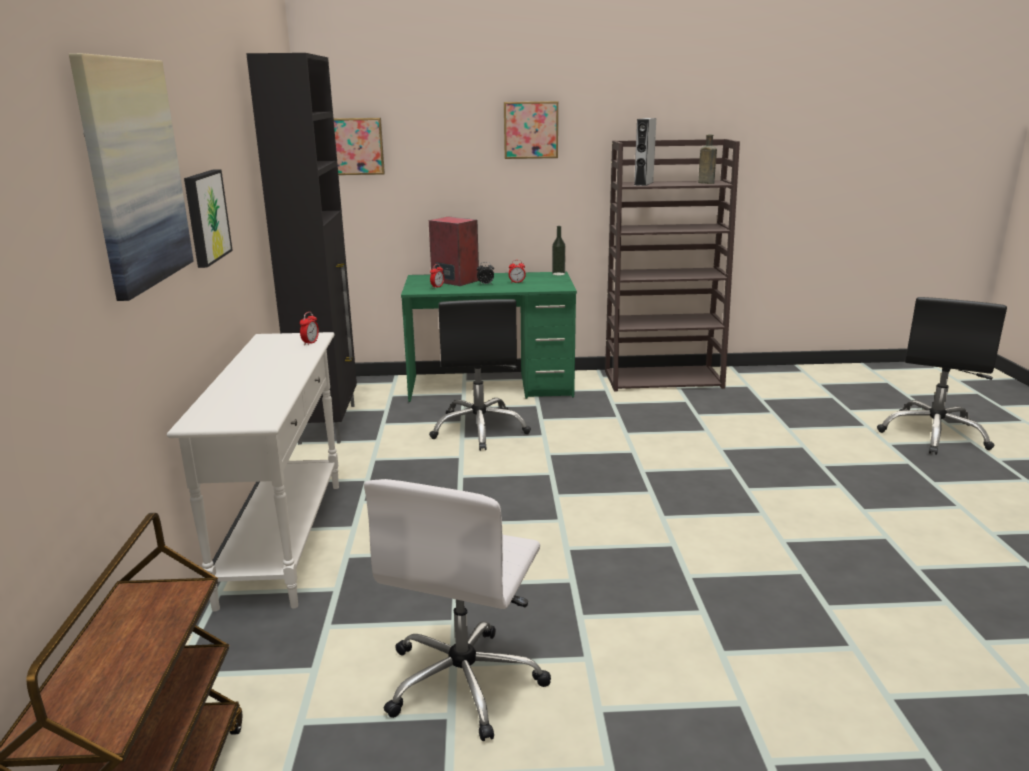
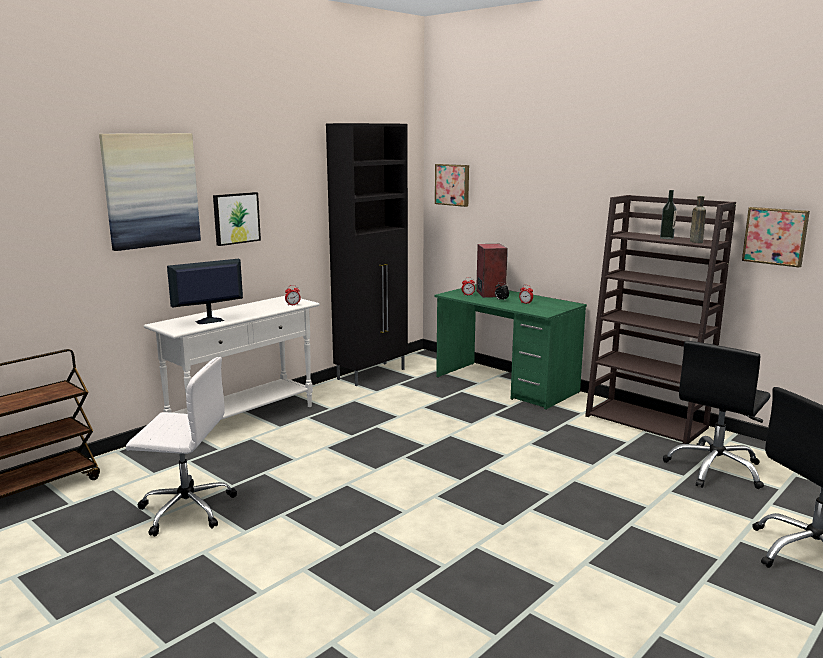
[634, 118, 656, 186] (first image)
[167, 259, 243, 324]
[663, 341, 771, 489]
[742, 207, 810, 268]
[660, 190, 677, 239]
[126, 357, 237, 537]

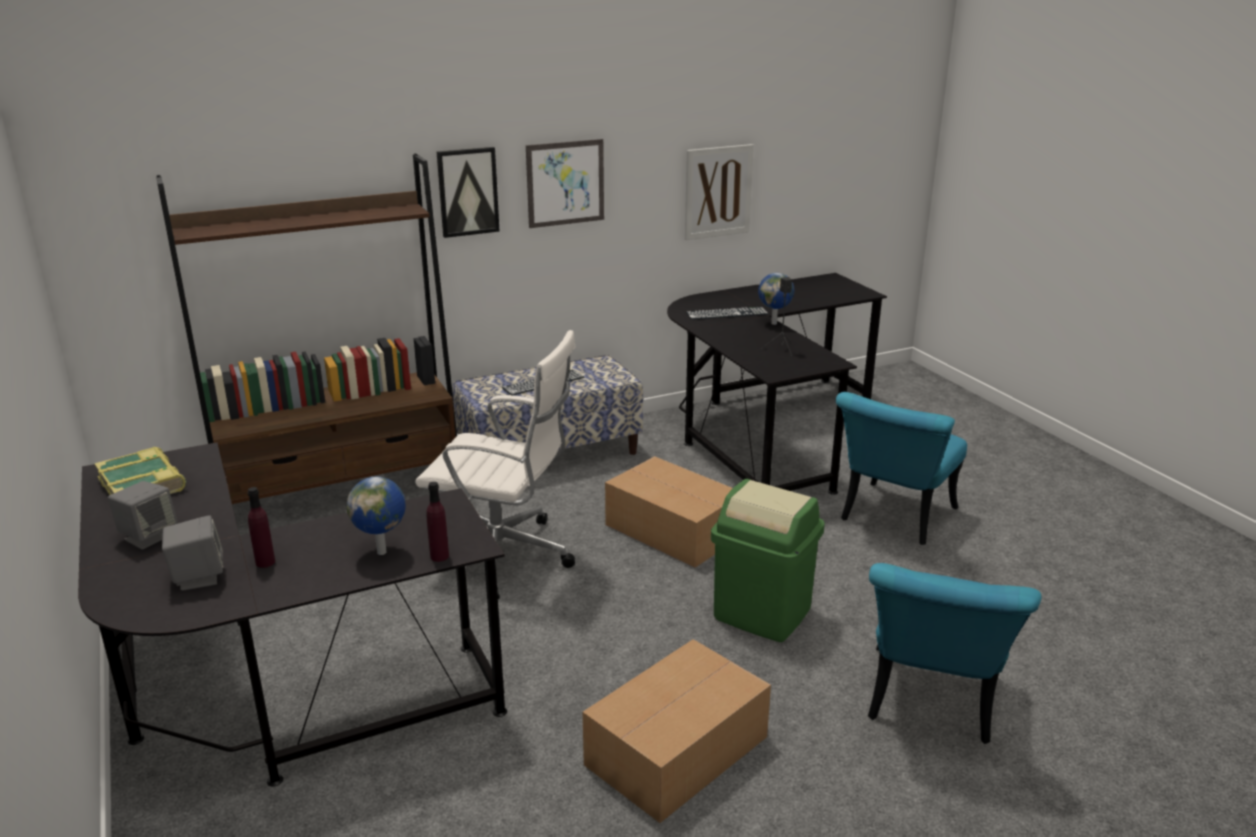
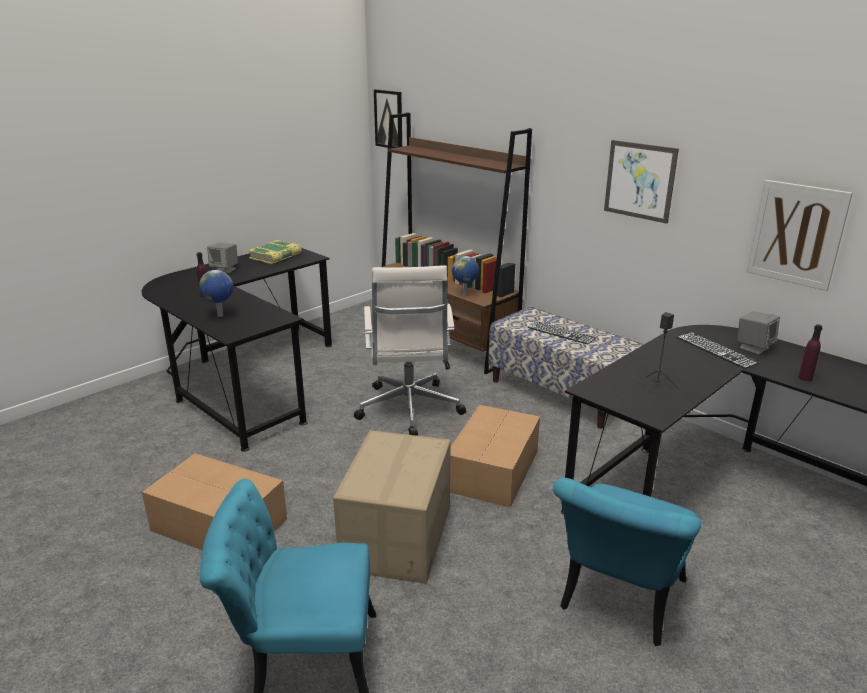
[737, 311, 780, 355]
[799, 324, 822, 381]
[374, 89, 402, 148]
[452, 256, 479, 295]
[333, 430, 451, 584]
[553, 478, 702, 646]

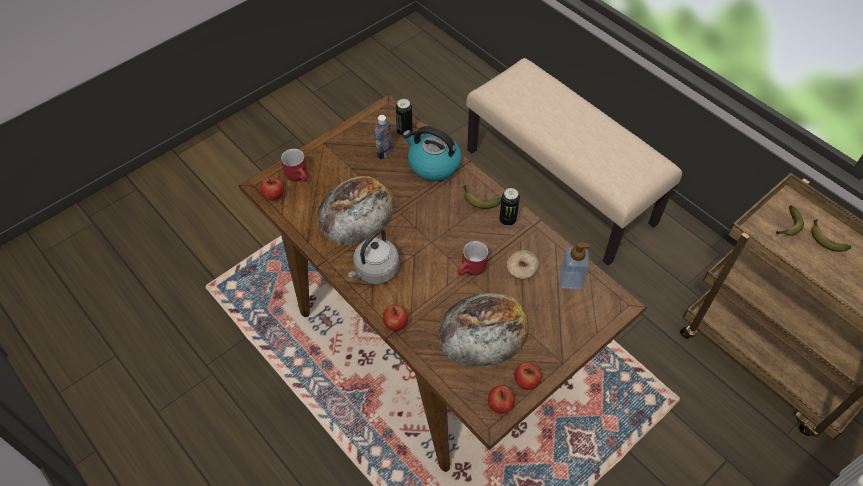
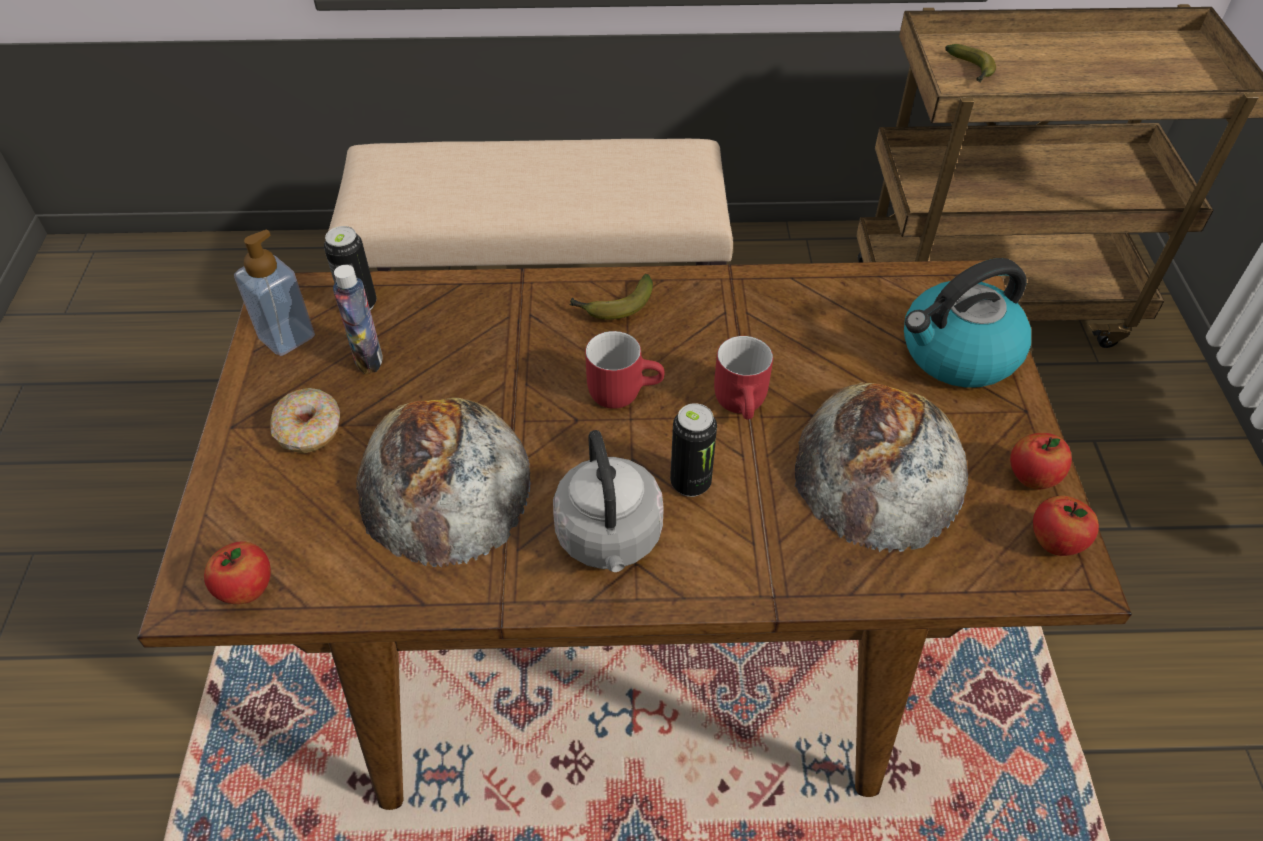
[383, 305, 408, 331] (first image)
[811, 219, 851, 252] (first image)
[585, 331, 665, 409]
[904, 258, 1031, 388]
[670, 403, 717, 497]
[270, 388, 340, 454]
[234, 230, 315, 356]

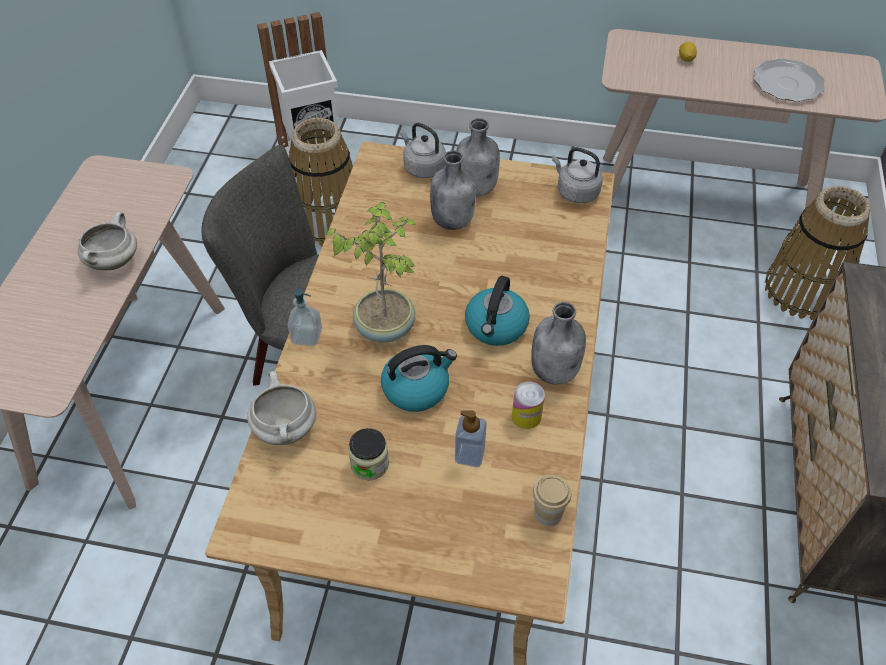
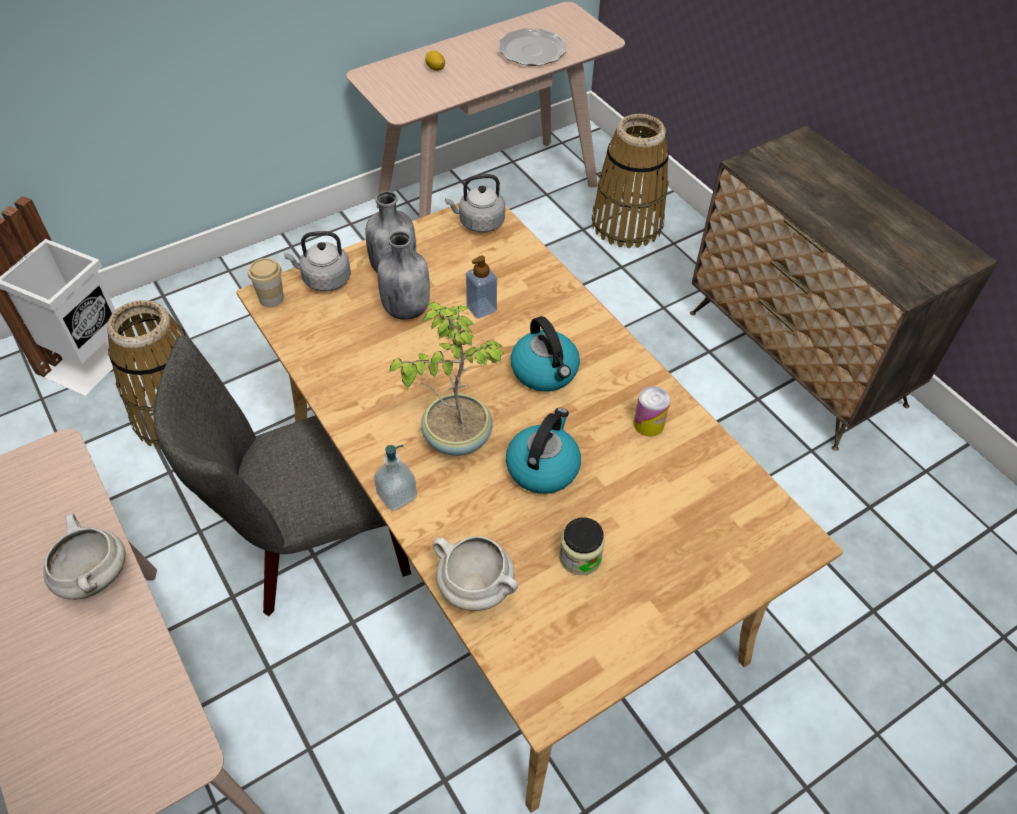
[531, 302, 586, 385] (first image)
[466, 256, 497, 319]
[248, 258, 284, 307]

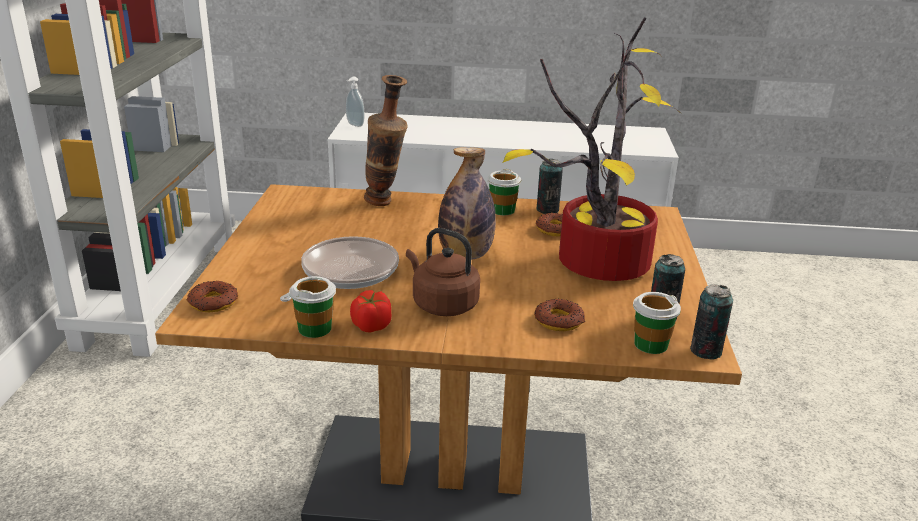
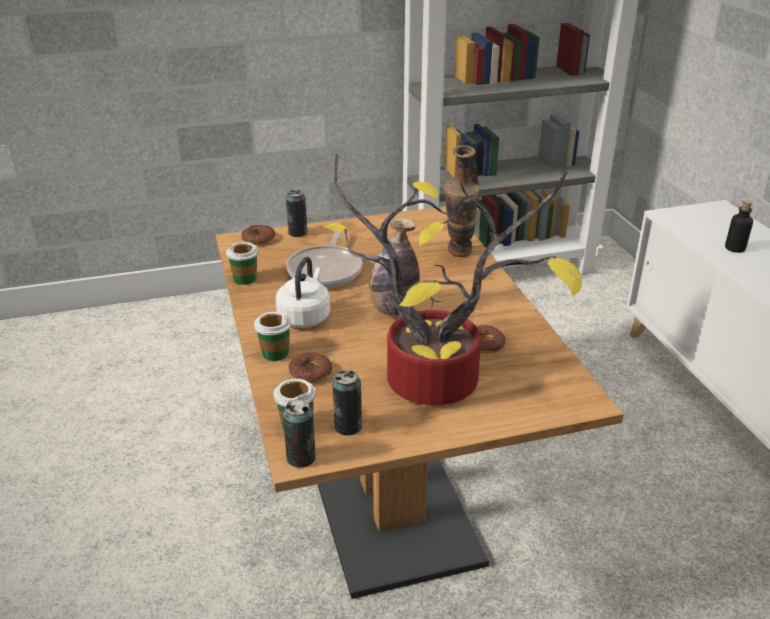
[346, 77, 365, 127] (first image)
[350, 290, 391, 332] (first image)
[725, 200, 753, 253]
[254, 312, 291, 361]
[286, 190, 308, 237]
[275, 257, 330, 328]
[286, 231, 363, 288]

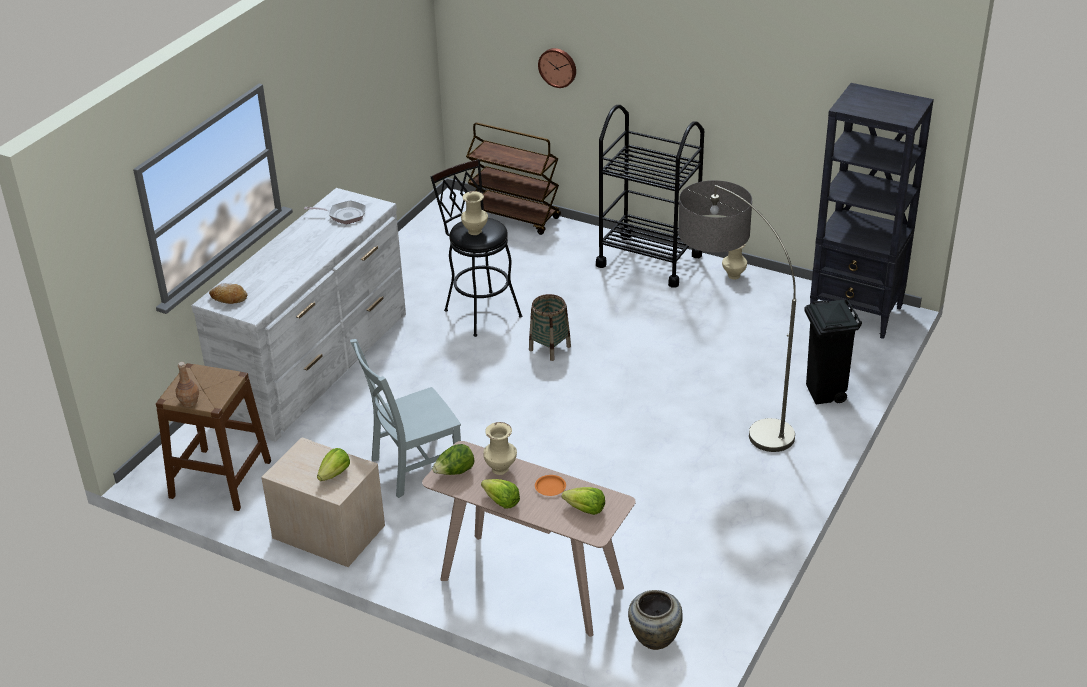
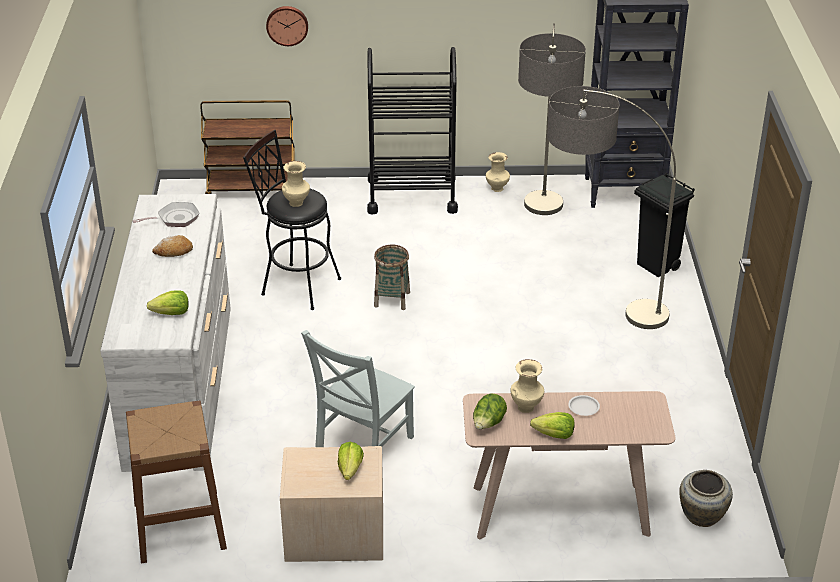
[175, 362, 199, 407] (first image)
[518, 23, 586, 215]
[152, 235, 193, 257]
[147, 290, 189, 315]
[568, 395, 600, 416]

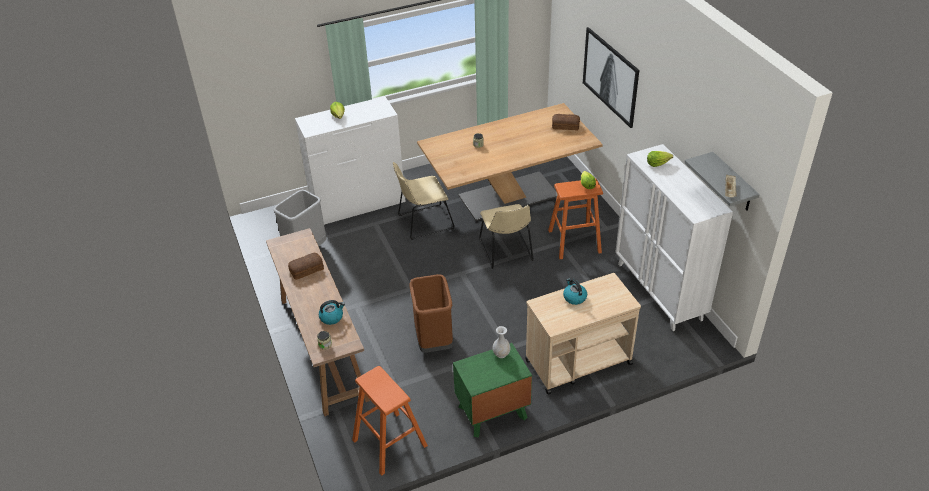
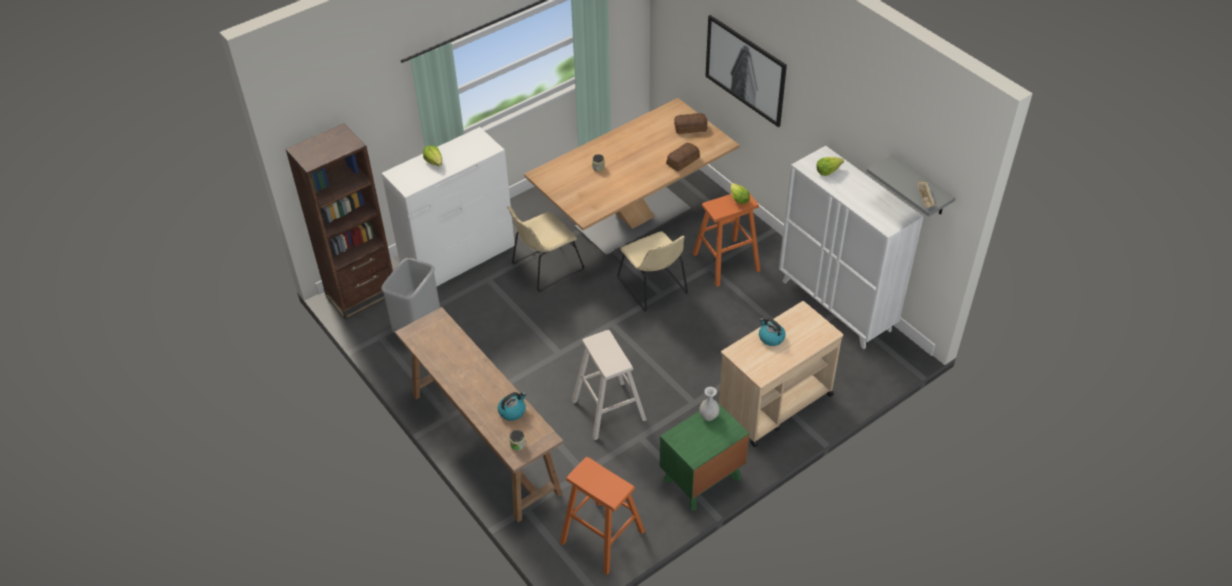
[286, 123, 393, 320]
[666, 143, 700, 172]
[572, 330, 647, 440]

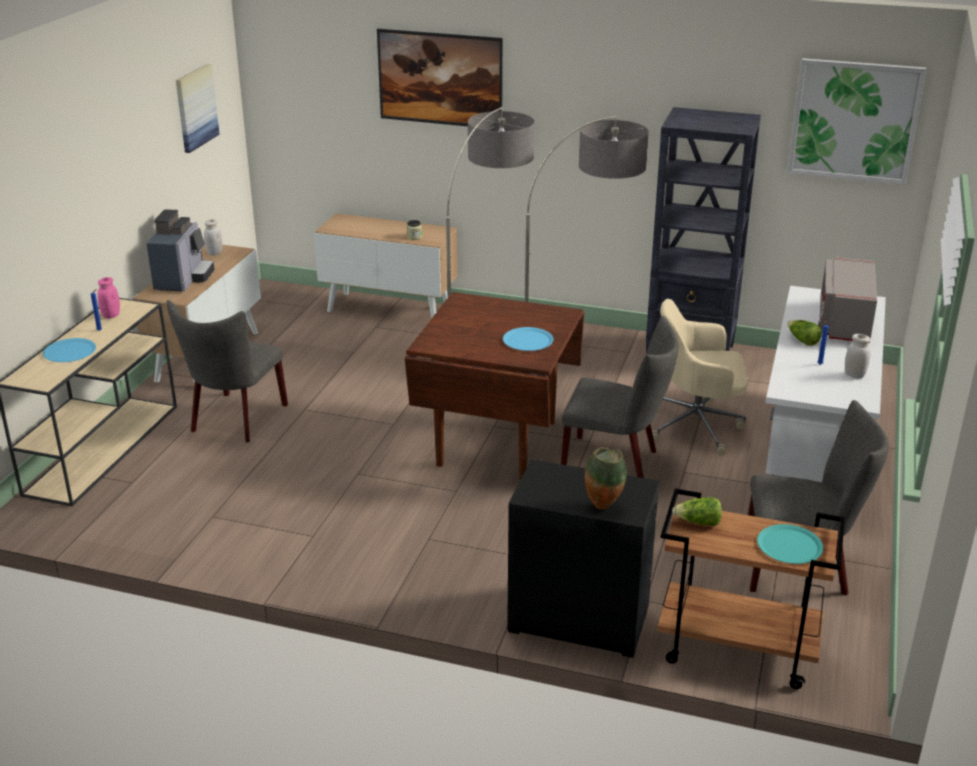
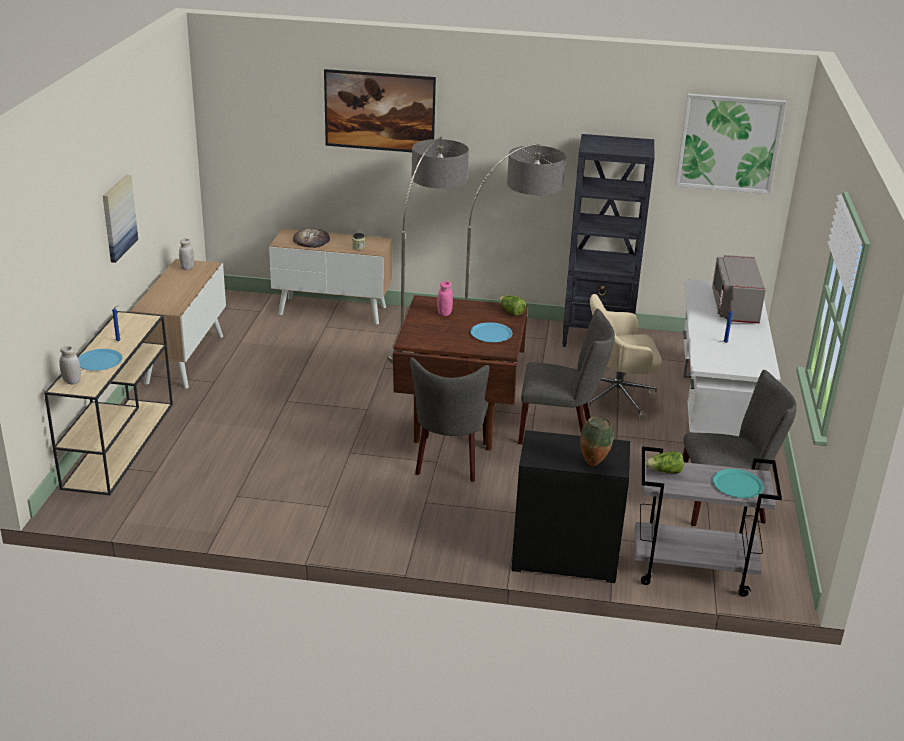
[147, 209, 215, 291] (first image)
[293, 228, 330, 248]
[437, 281, 453, 316]
[410, 357, 490, 482]
[103, 175, 138, 263]
[499, 295, 526, 316]
[59, 346, 81, 384]
[635, 446, 782, 597]

